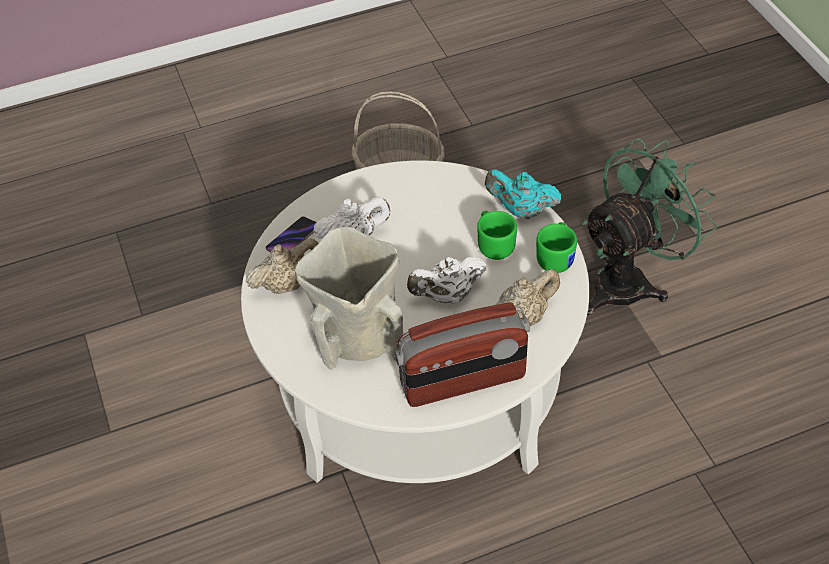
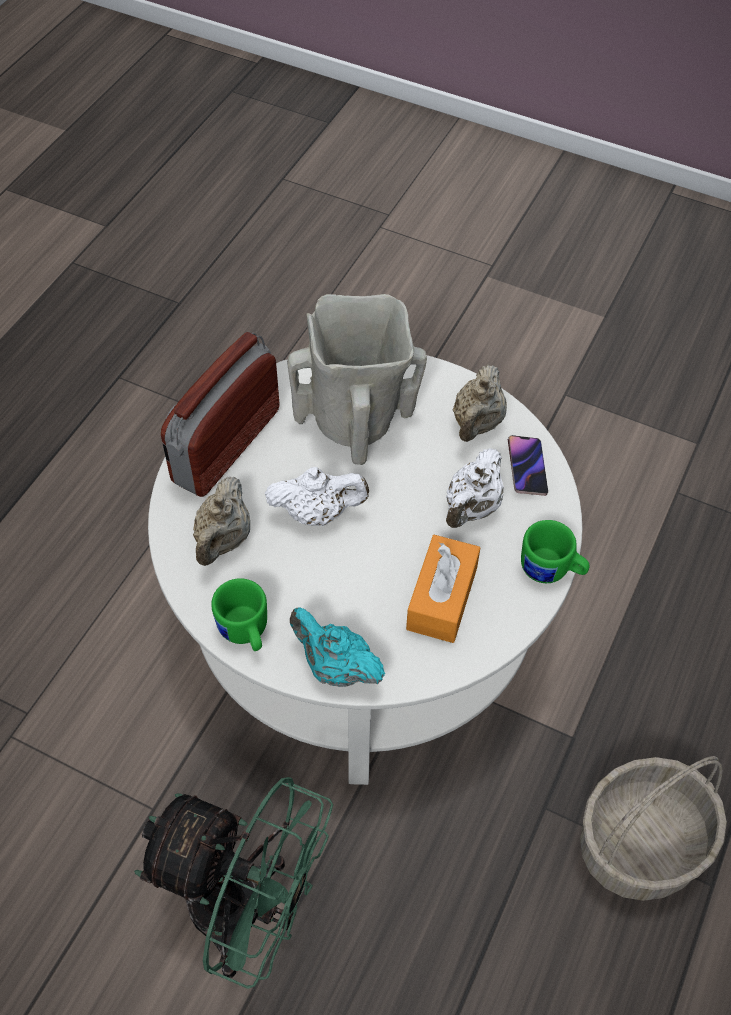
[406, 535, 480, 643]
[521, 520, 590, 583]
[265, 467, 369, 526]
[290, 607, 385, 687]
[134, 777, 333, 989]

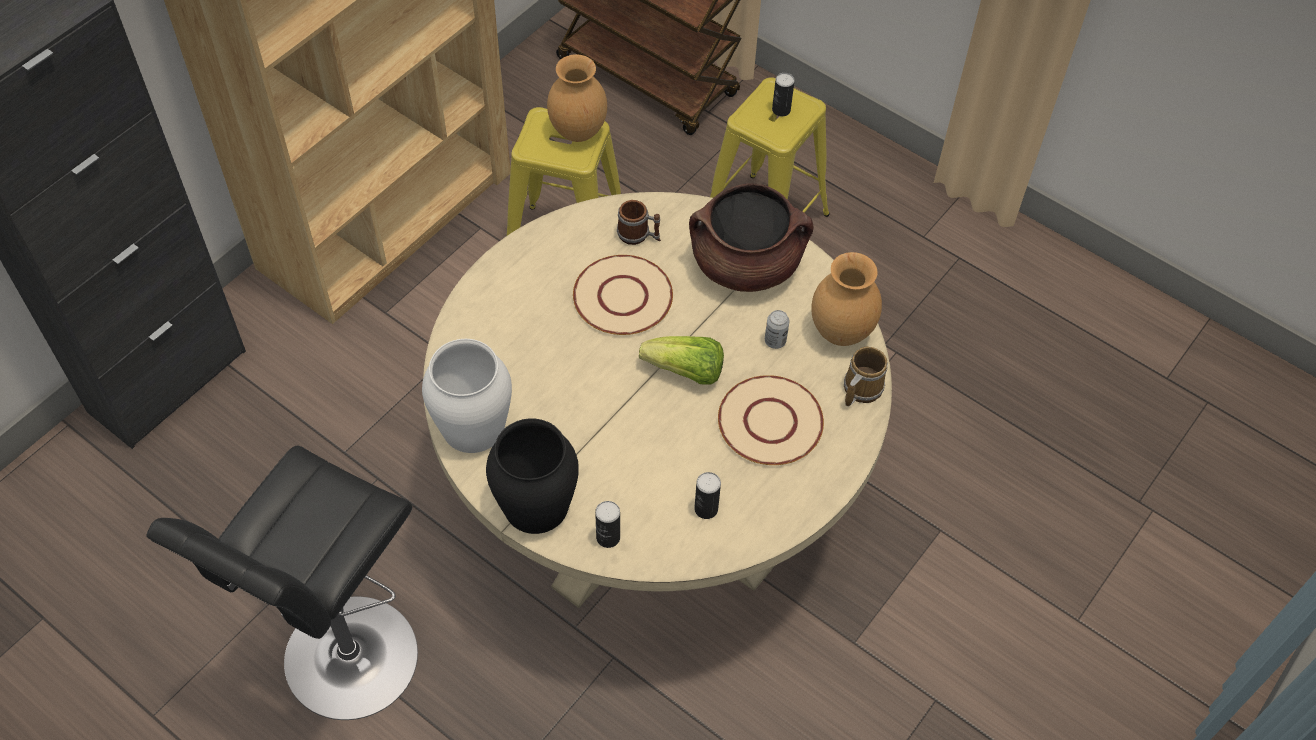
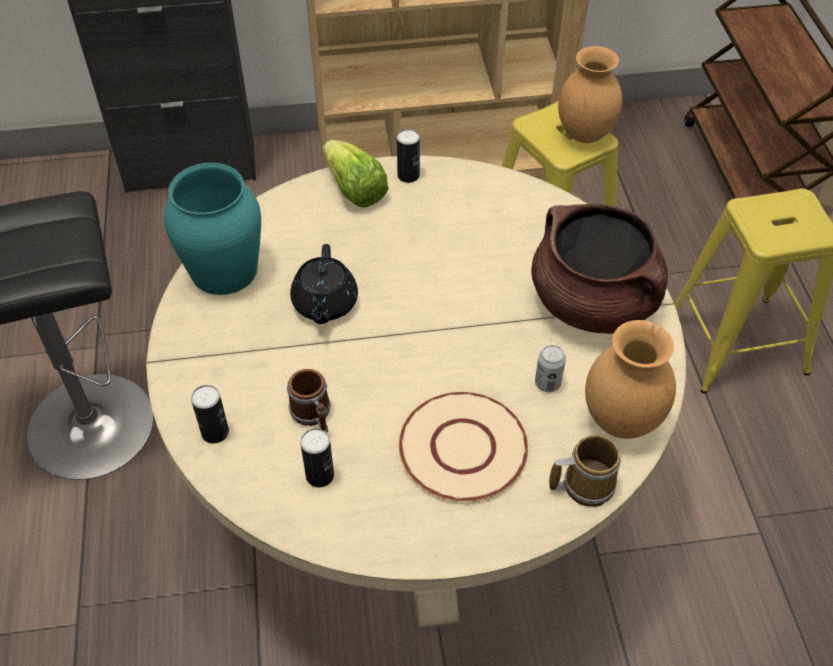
[486, 418, 579, 534] (first image)
[573, 255, 673, 335] (first image)
[290, 244, 358, 324]
[287, 369, 331, 433]
[323, 140, 389, 208]
[397, 129, 420, 183]
[164, 163, 261, 295]

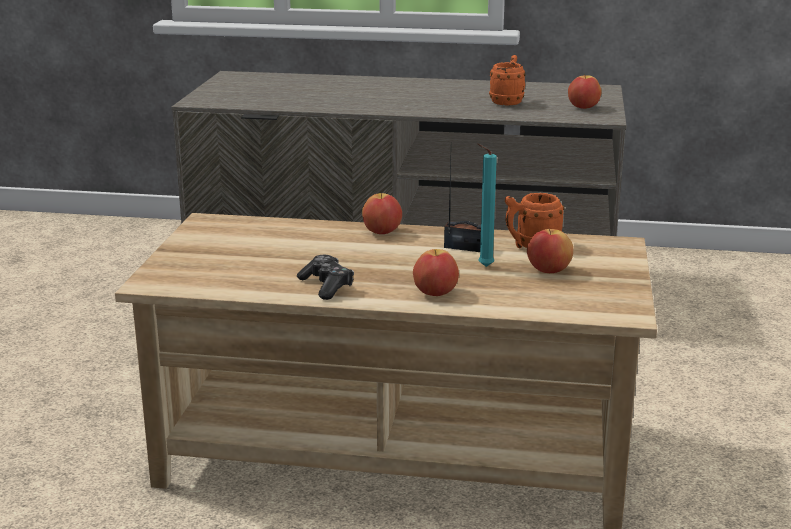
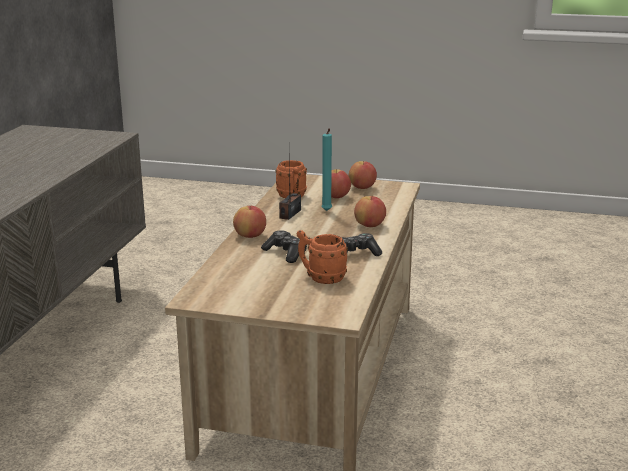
[261, 230, 307, 263]
[297, 230, 348, 284]
[349, 161, 377, 189]

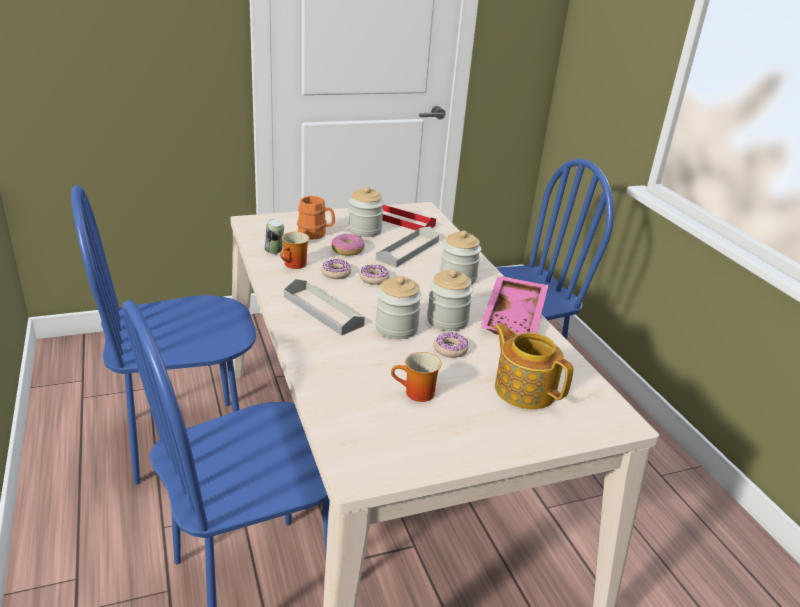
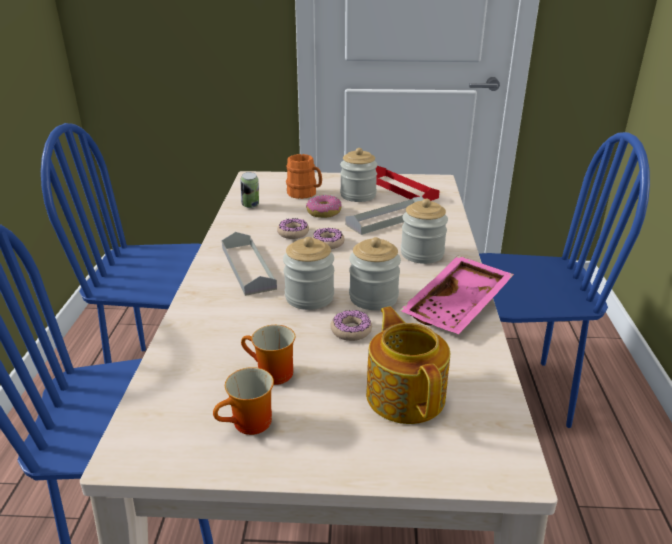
[213, 367, 274, 435]

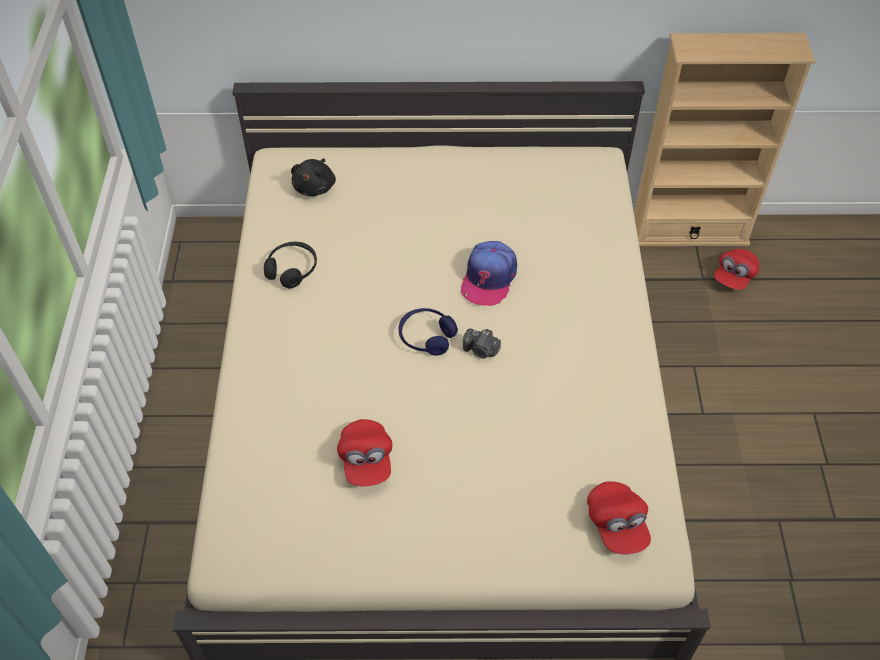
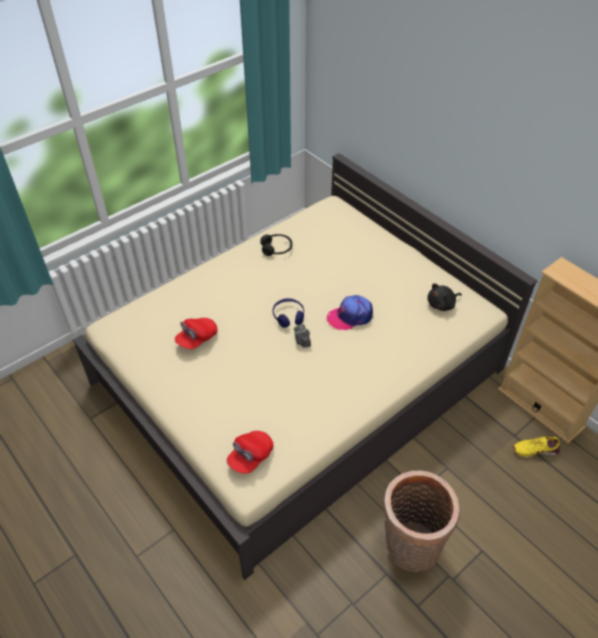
[383, 471, 459, 572]
[427, 283, 462, 311]
[513, 436, 560, 458]

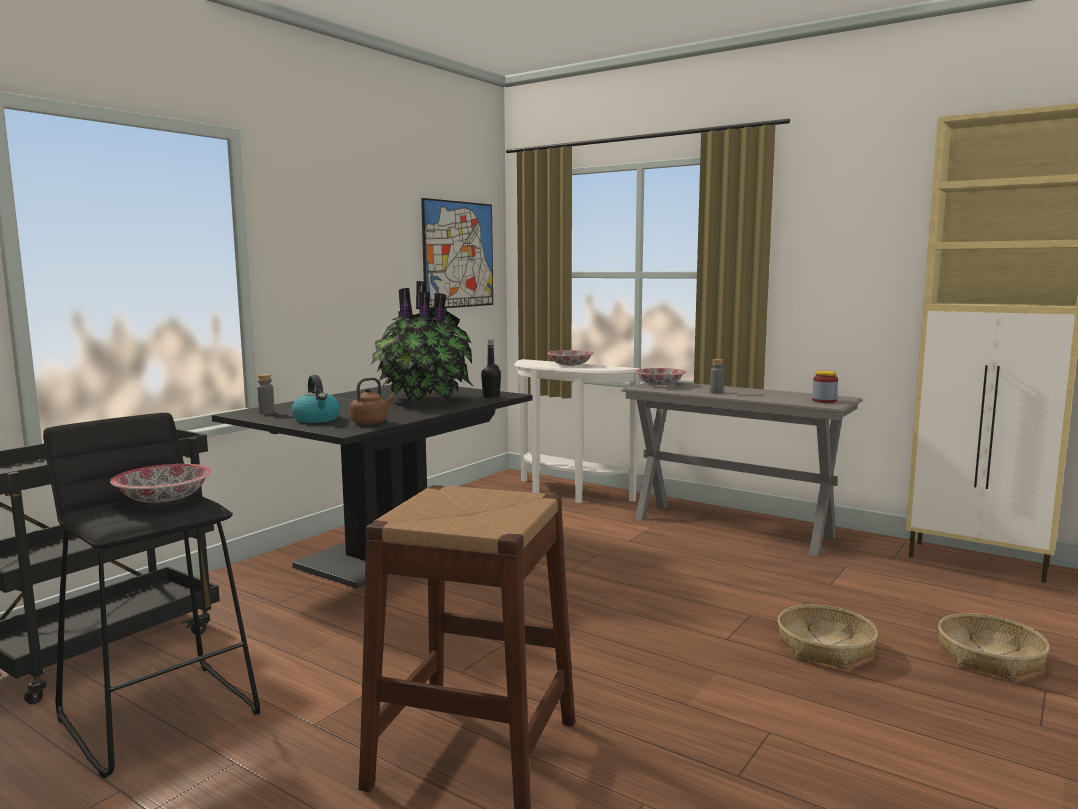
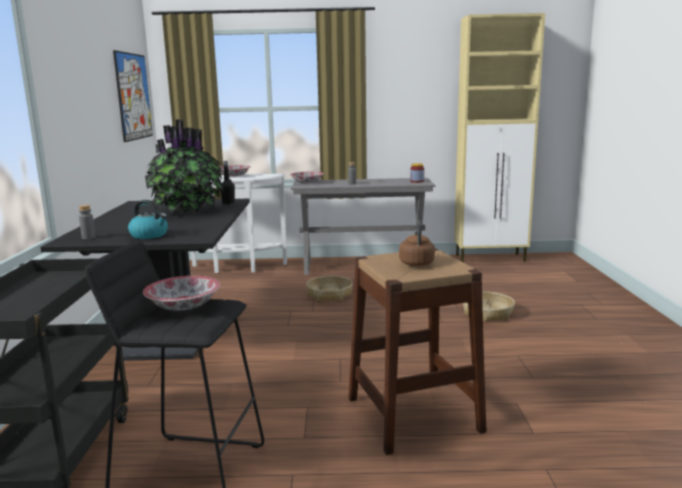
[399, 220, 435, 266]
[306, 276, 353, 302]

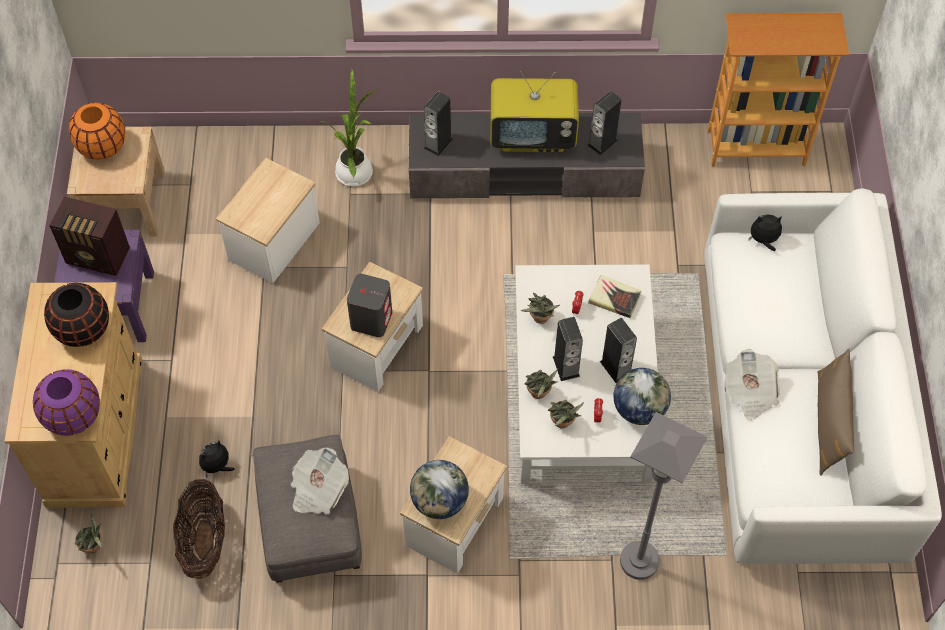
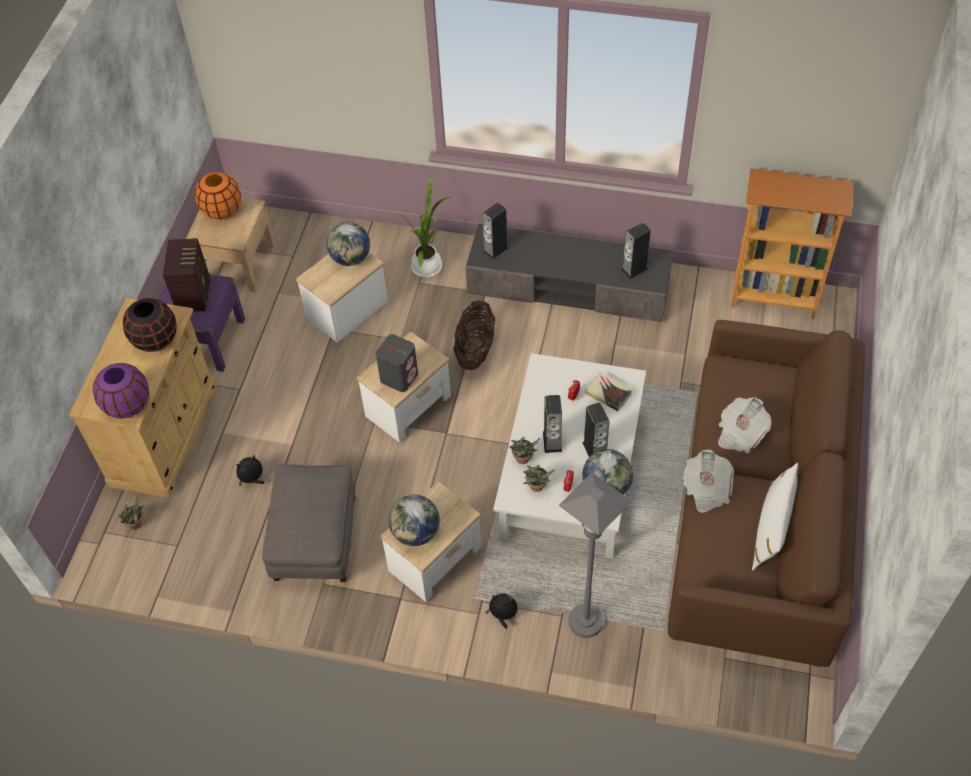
[490, 71, 579, 152] (first image)
[521, 293, 560, 324] (first image)
[326, 222, 370, 266]
[453, 300, 495, 370]
[718, 397, 771, 453]
[485, 593, 518, 629]
[668, 320, 865, 667]
[752, 462, 798, 571]
[163, 238, 211, 312]

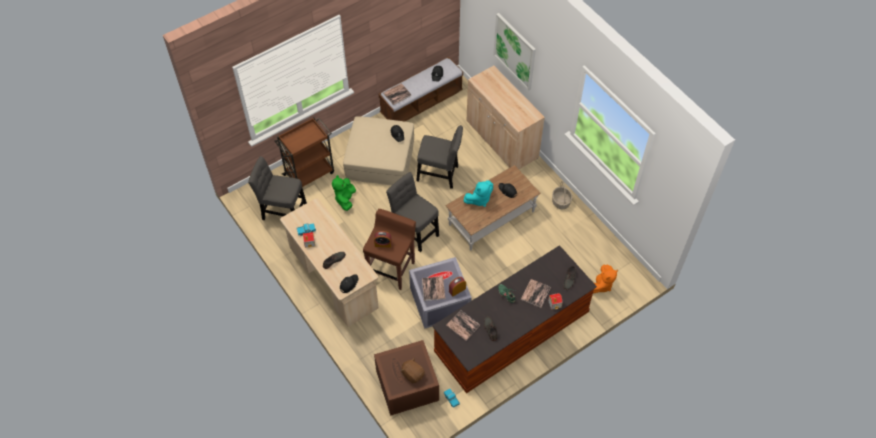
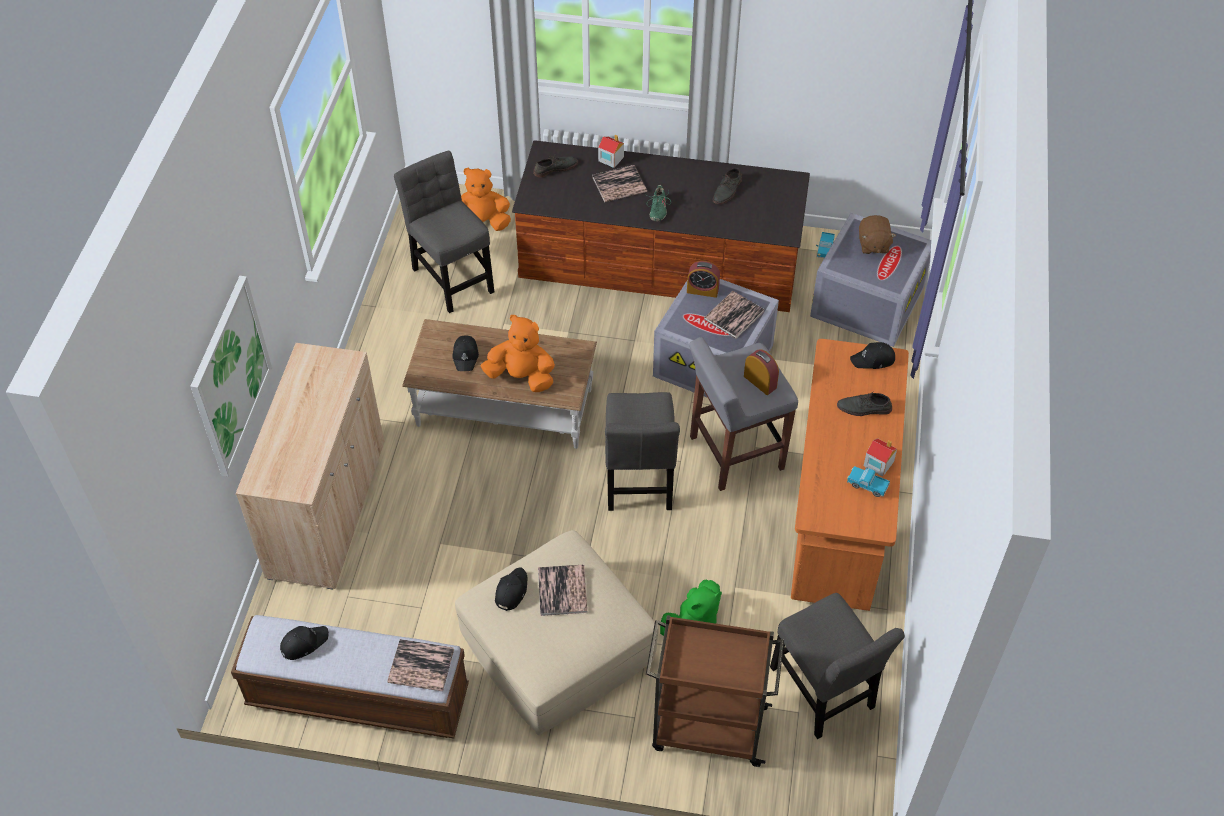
[552, 181, 572, 209] (first image)
[394, 150, 494, 313]
[538, 565, 587, 616]
[791, 339, 909, 611]
[689, 337, 798, 491]
[810, 213, 931, 347]
[481, 315, 555, 392]

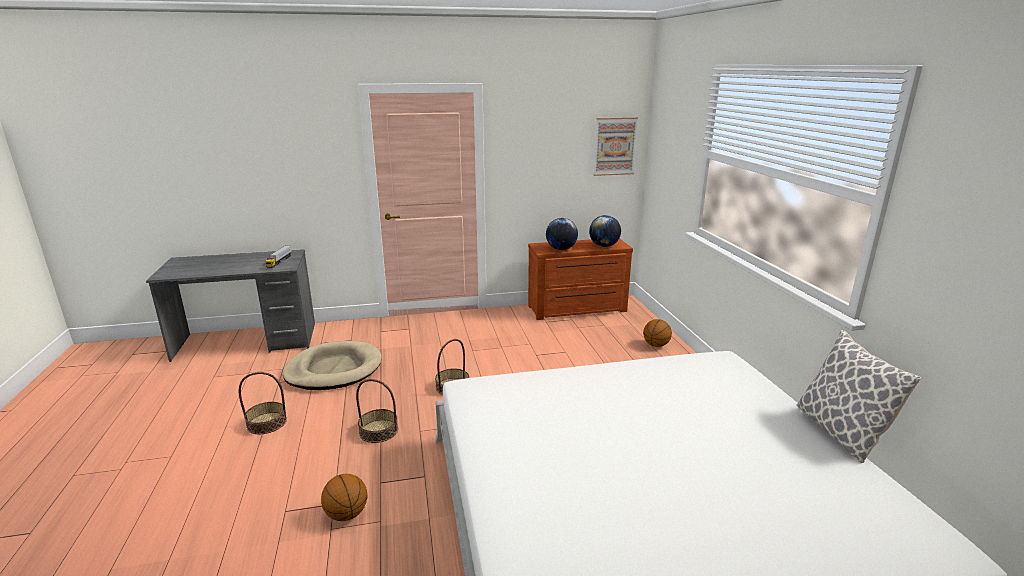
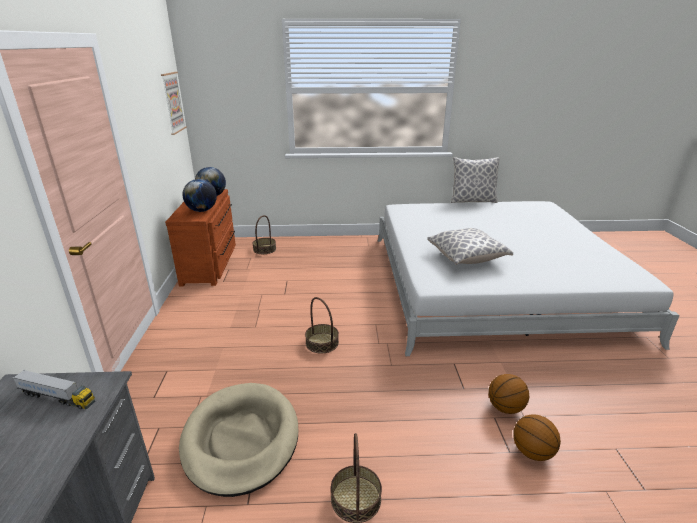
[427, 228, 513, 265]
[252, 215, 276, 254]
[513, 414, 561, 461]

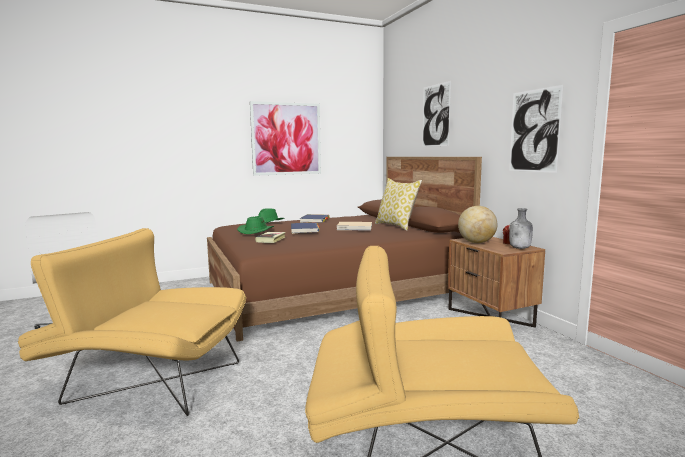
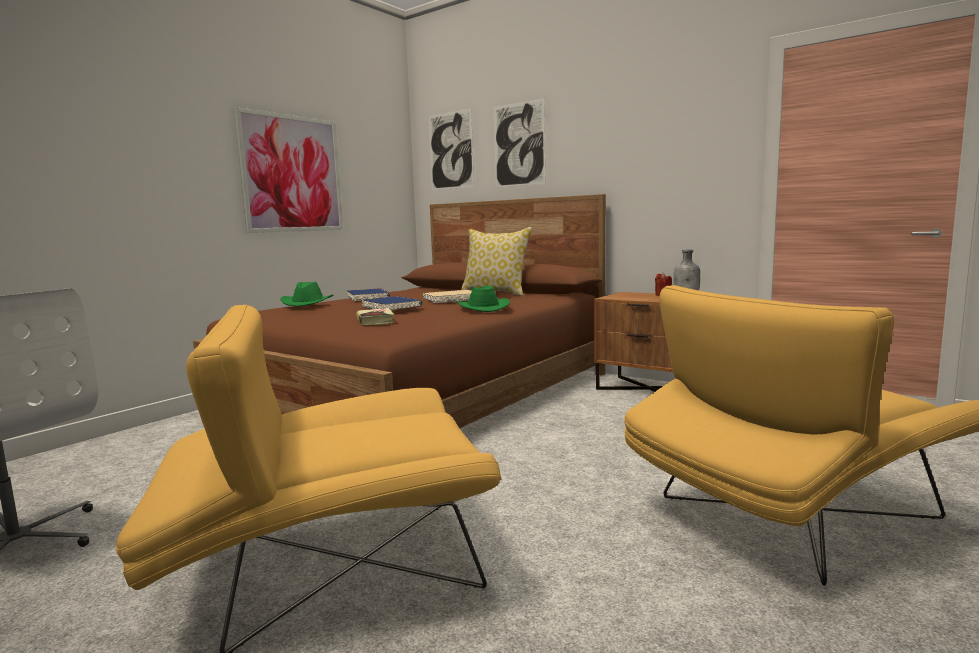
[458, 206, 497, 243] (first image)
[456, 286, 510, 312]
[429, 109, 474, 190]

